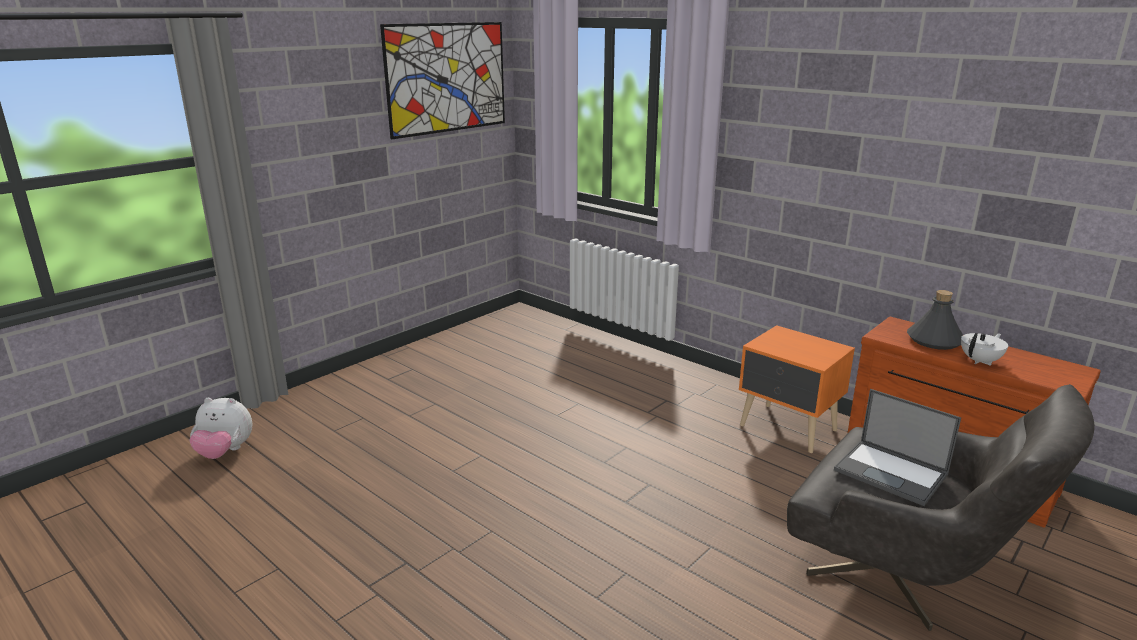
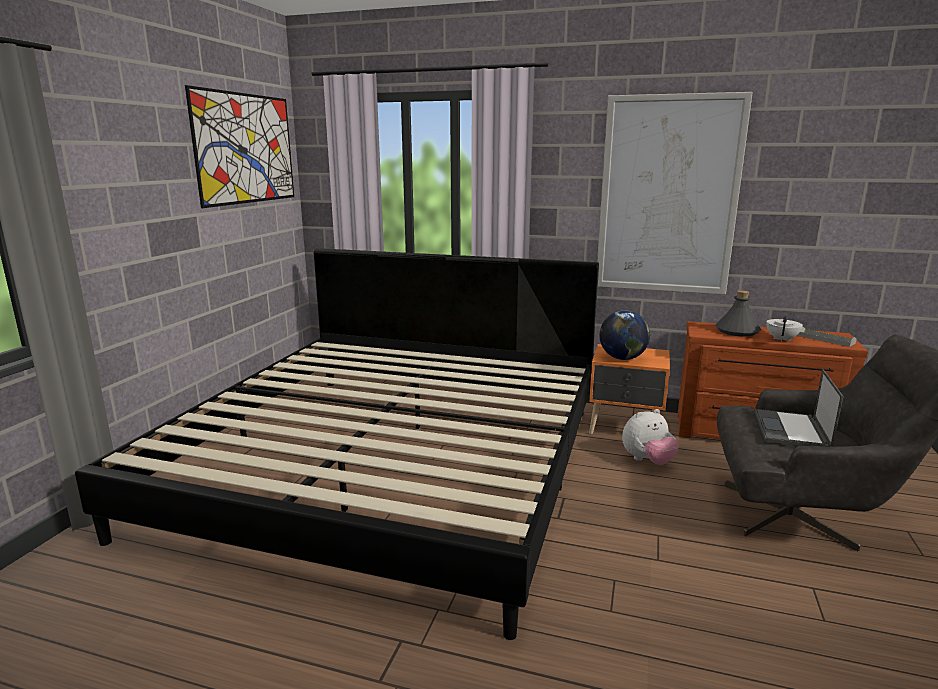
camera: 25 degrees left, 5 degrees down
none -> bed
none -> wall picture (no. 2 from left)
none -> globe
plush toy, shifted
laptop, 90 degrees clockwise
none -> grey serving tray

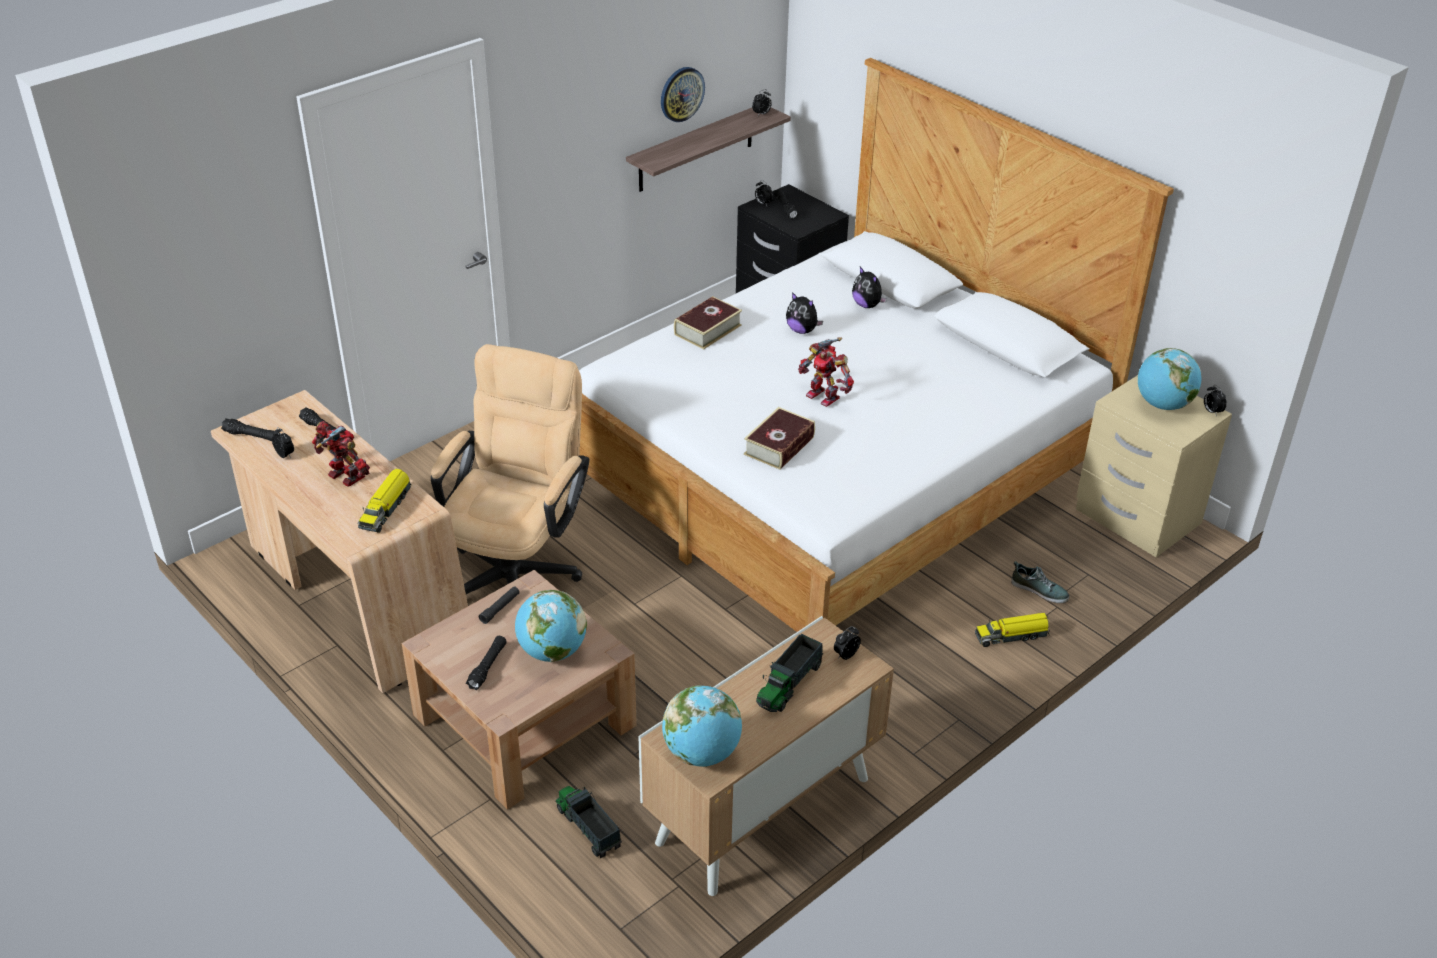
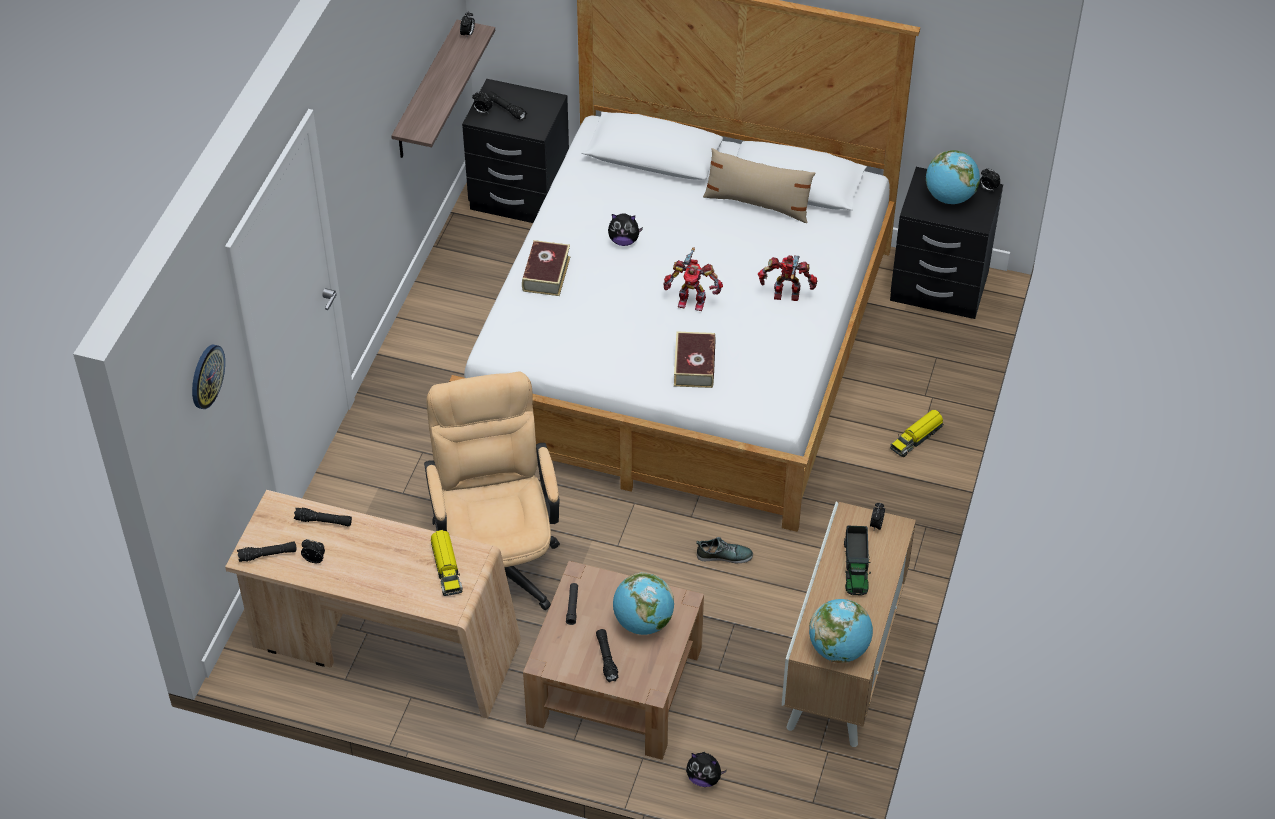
camera: 30 degrees left, 10 degrees up
hanging clock, shifted
plush toy (no. 2 from left), shifted
shoe, shifted
none -> beige-coloured pillow
robot figure (no. 1 from left in the first image) -> robot figure (no. 2 from left), shifted
beige-coloured nightstand -> black nightstand (no. 2 from left)
toy lorry (no. 2 from left) -> none

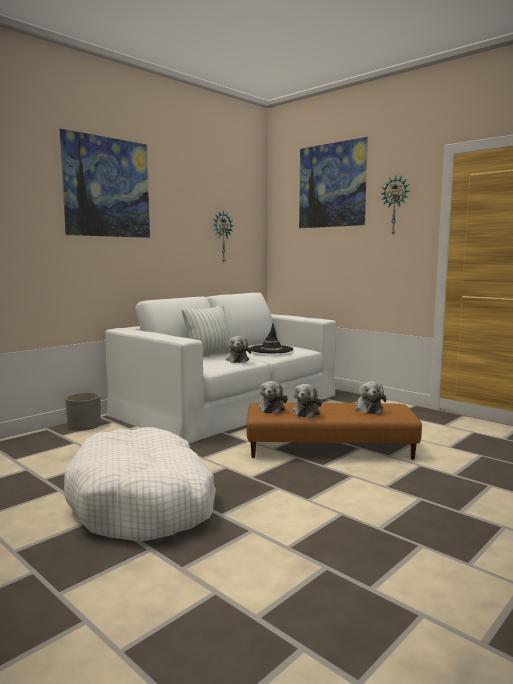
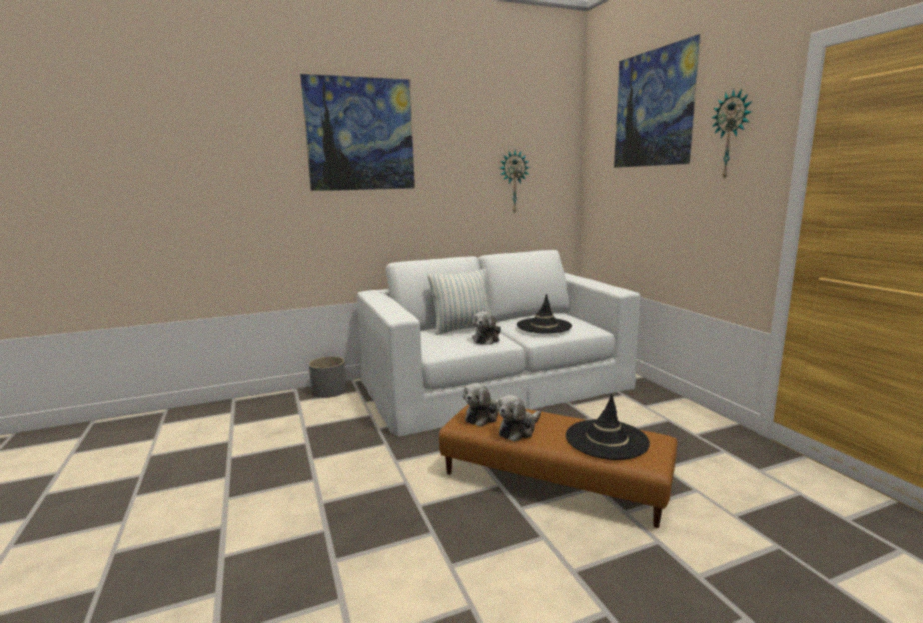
camera: 25 degrees right, 5 degrees up
plush toy (no. 4 from left) -> black clothing hat (no. 2 from left)
whitish dog cushion -> none

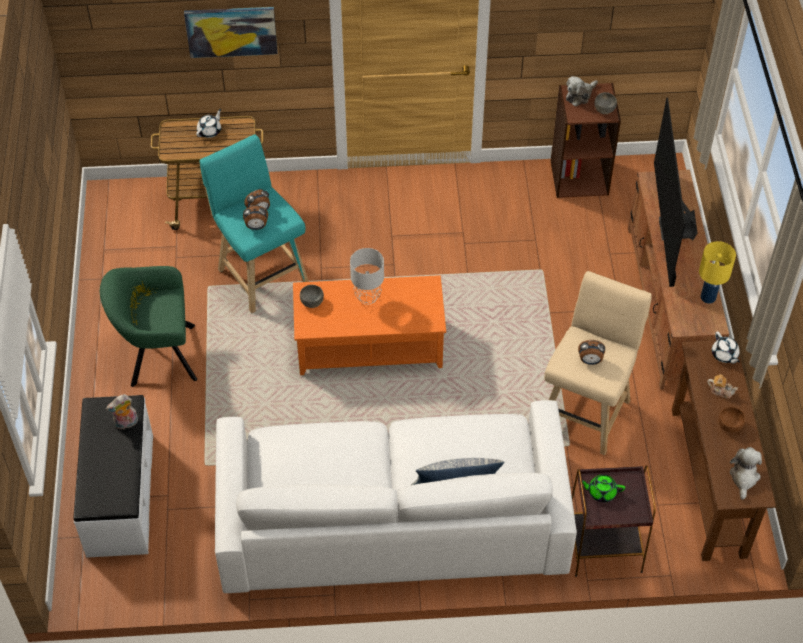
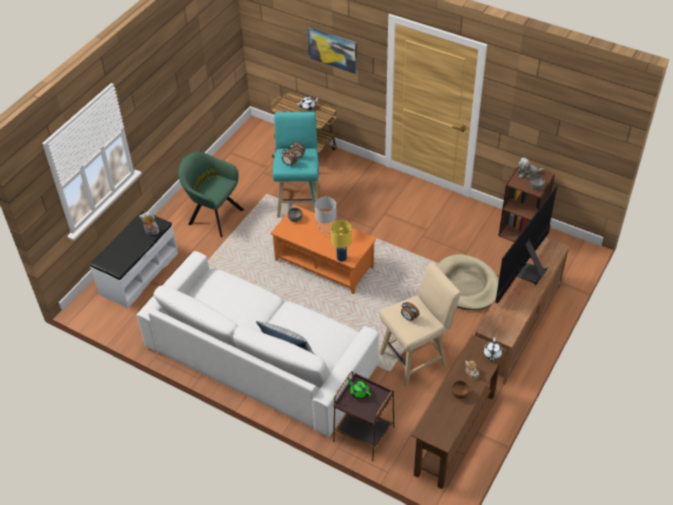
camera: 35 degrees right, 5 degrees down
yellow-coloured tabletop lamp, shifted
none -> beige-coloured dog cushion
plush toy (no. 3 from left) -> none

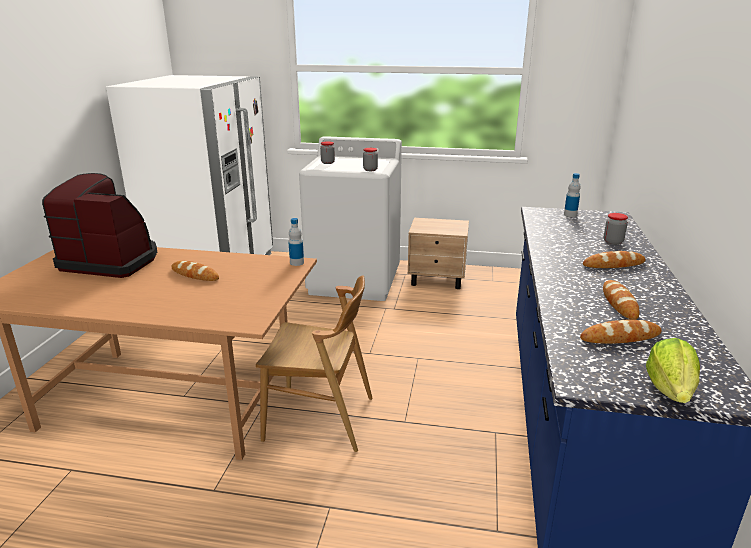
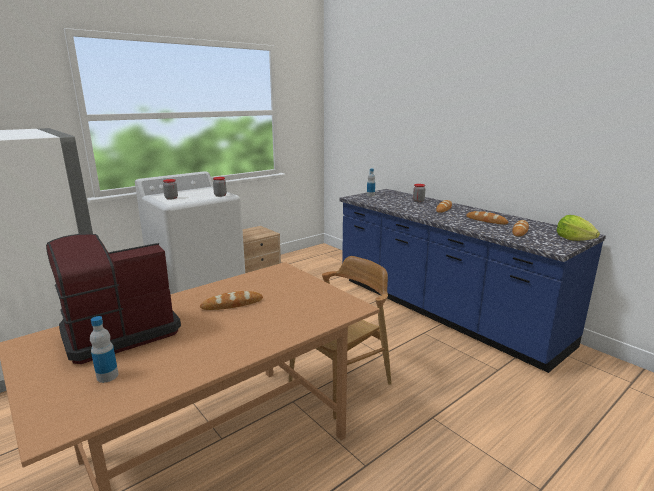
camera: 50 degrees left, 5 degrees down
bottle (no. 1 from left), shifted

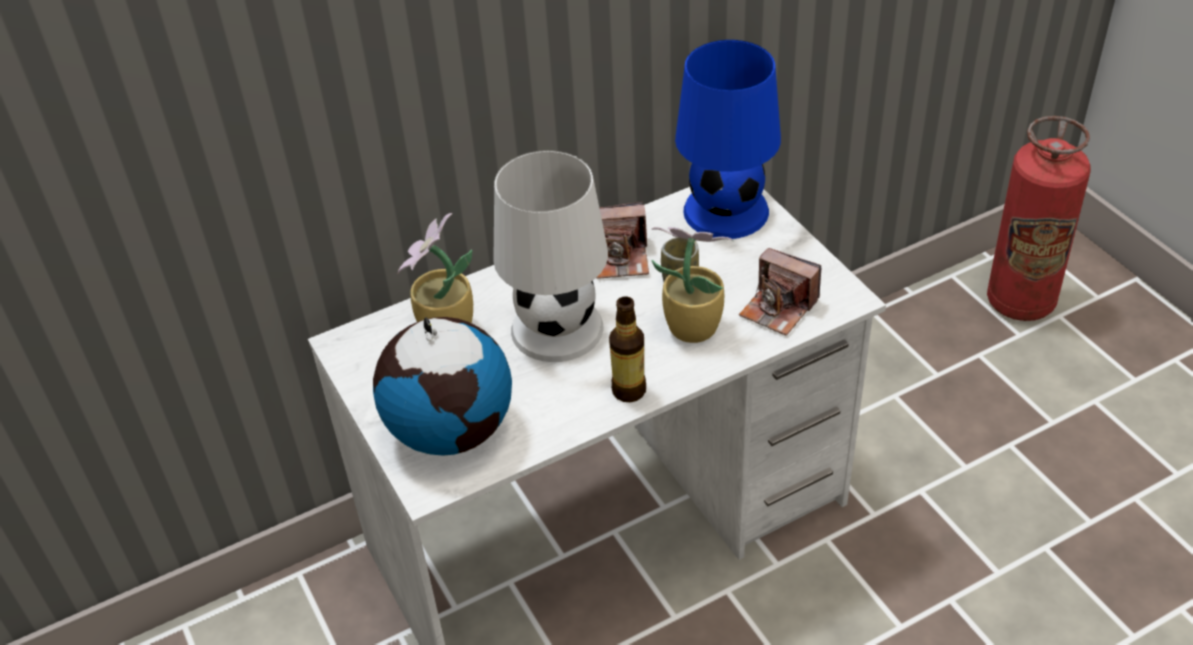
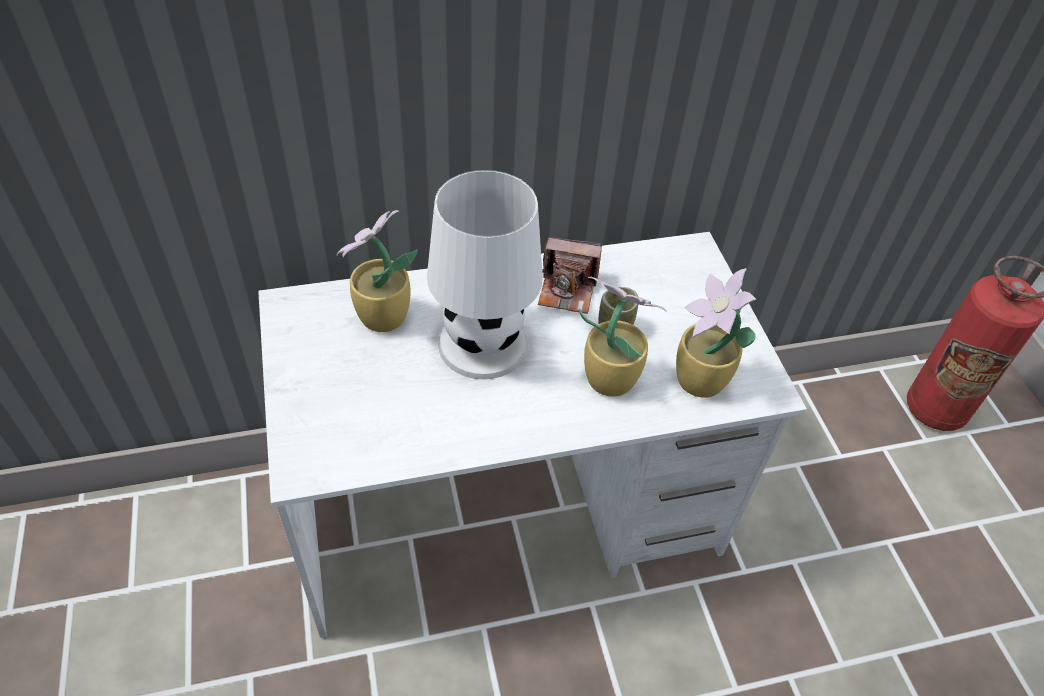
camera: 10 degrees right, 5 degrees up
photo camera (no. 2 from left) -> plant in a pot (no. 3 from left)
globe -> none
bottle -> none
blue-coloured tabletop lamp -> none

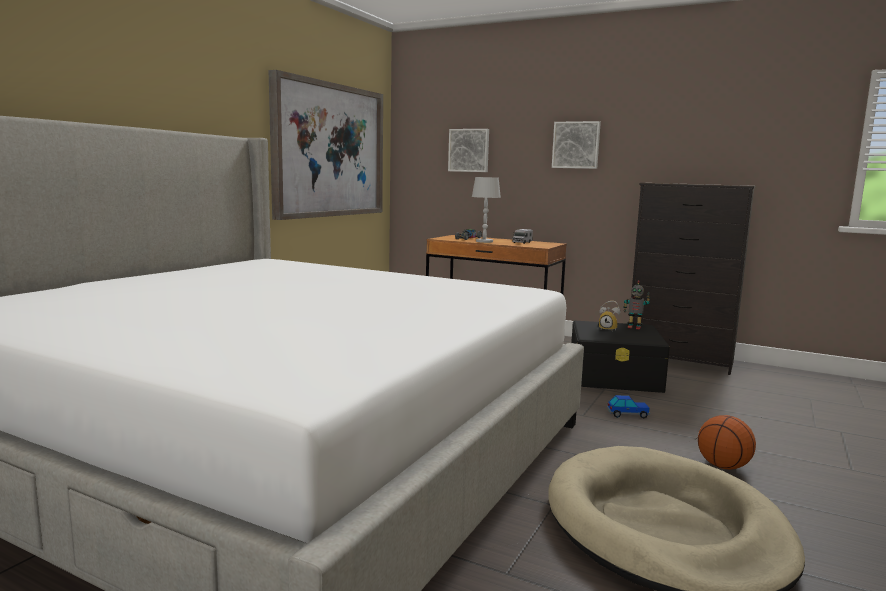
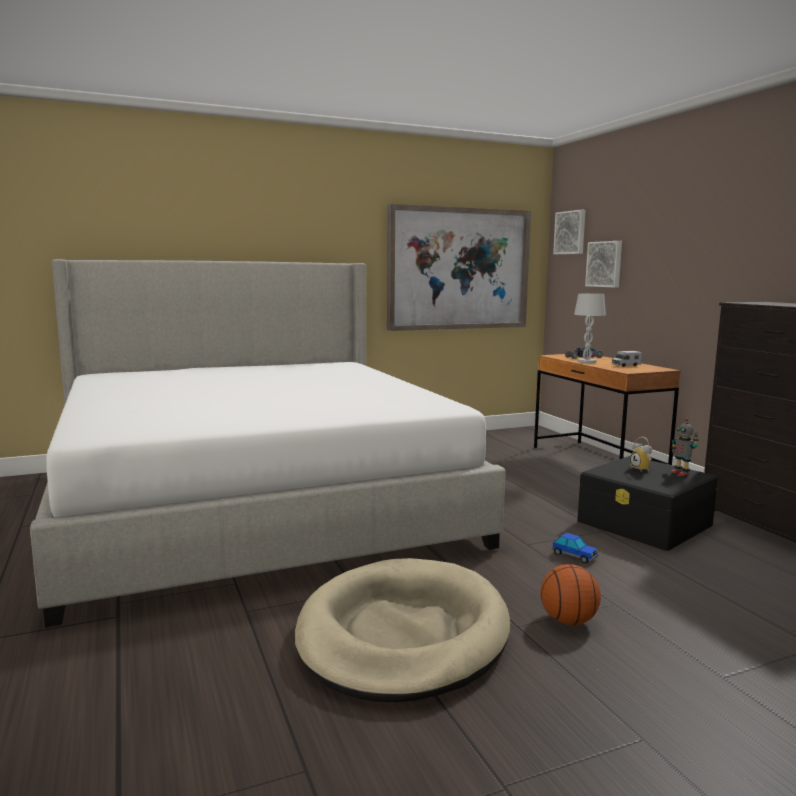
camera: 40 degrees right, 0 degrees up
wall picture (no. 3 from left in the first image) -> wall picture (no. 2 from left), shifted

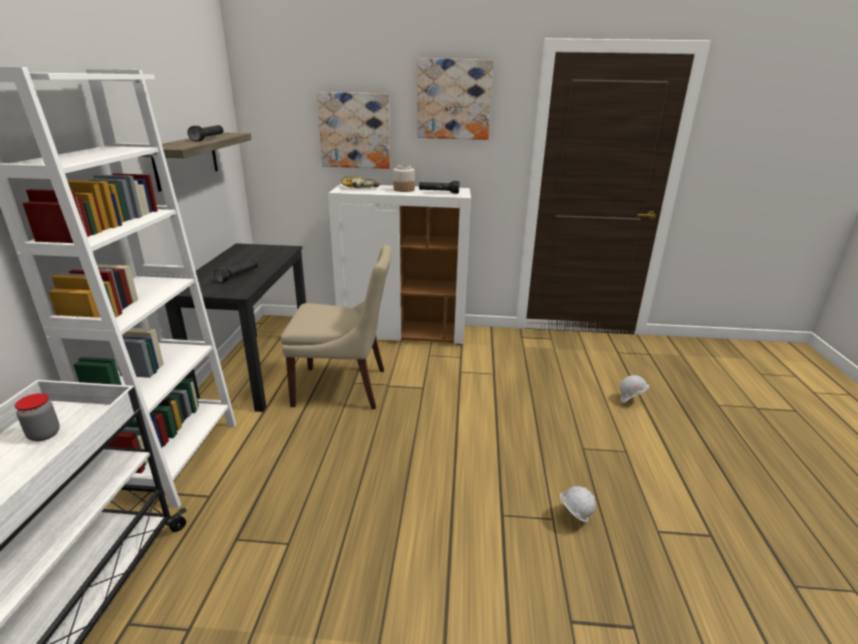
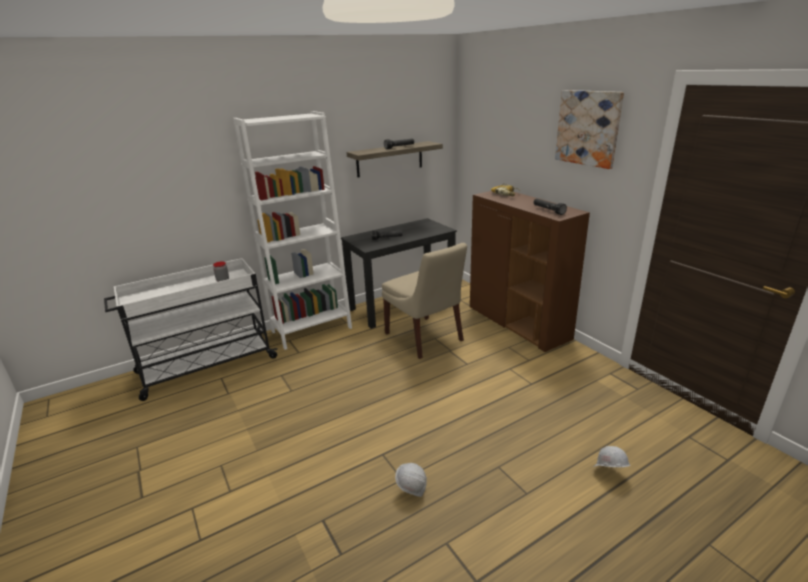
camera: 55 degrees right, 0 degrees up
whitish cabinet -> brown-coloured cabinet
wall picture (no. 1 from left) -> none
storage jar (no. 2 from left) -> none

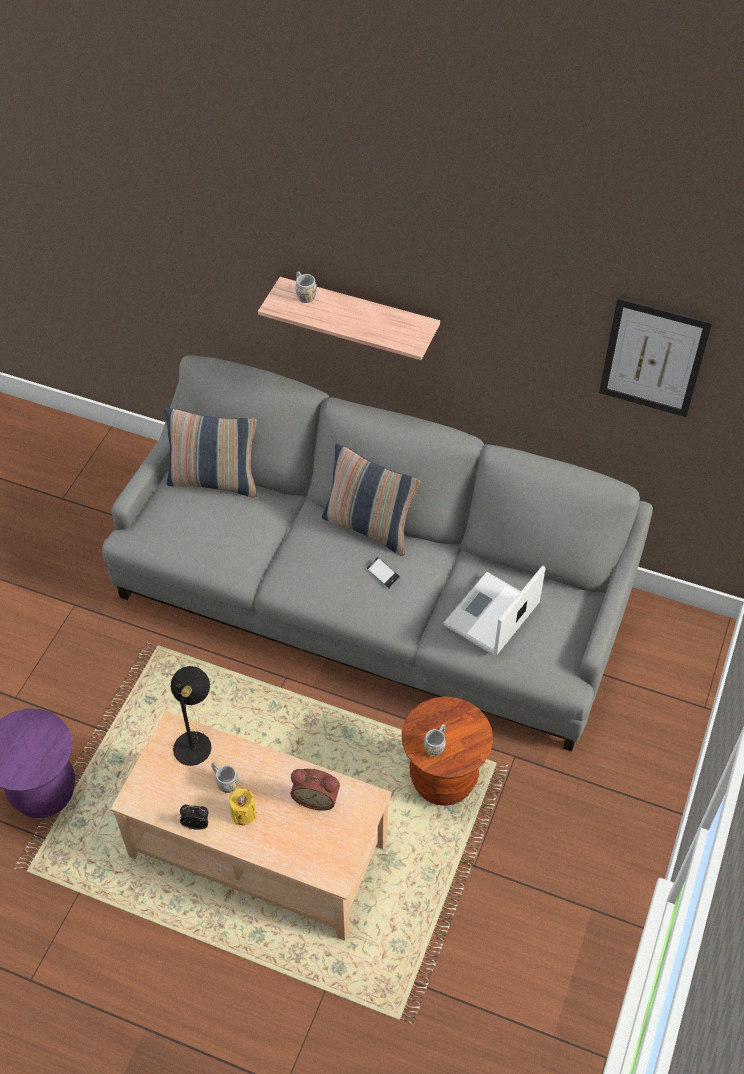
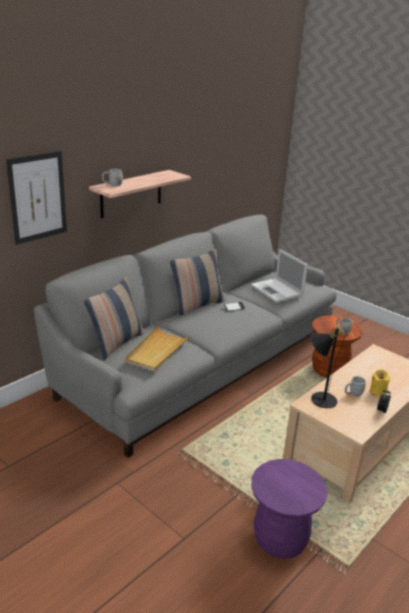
camera: 70 degrees left, 25 degrees down
wall picture, shifted
none -> beige-coloured serving tray
table clock (no. 2 from left) -> none

